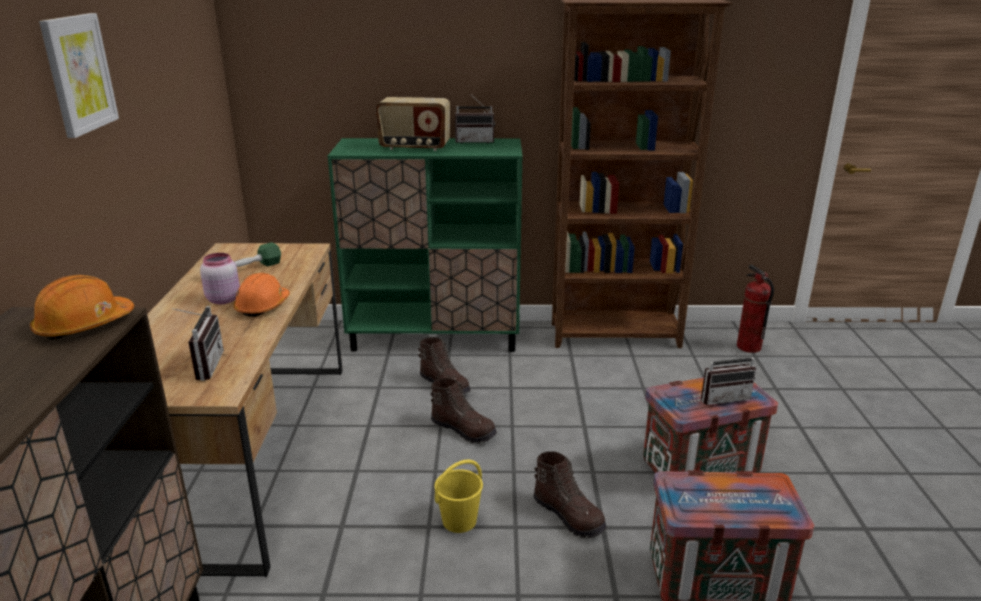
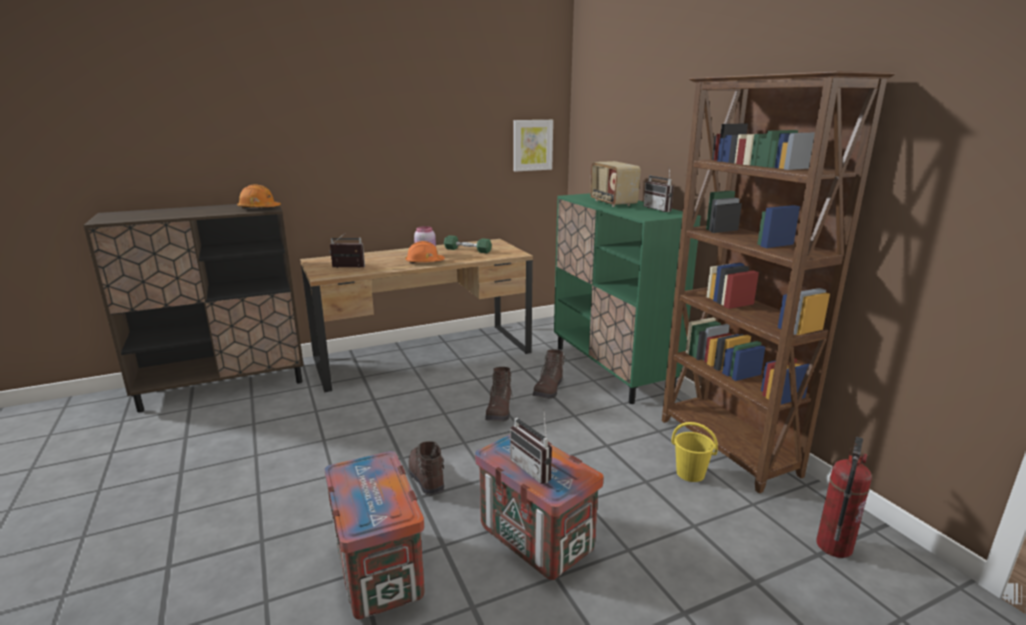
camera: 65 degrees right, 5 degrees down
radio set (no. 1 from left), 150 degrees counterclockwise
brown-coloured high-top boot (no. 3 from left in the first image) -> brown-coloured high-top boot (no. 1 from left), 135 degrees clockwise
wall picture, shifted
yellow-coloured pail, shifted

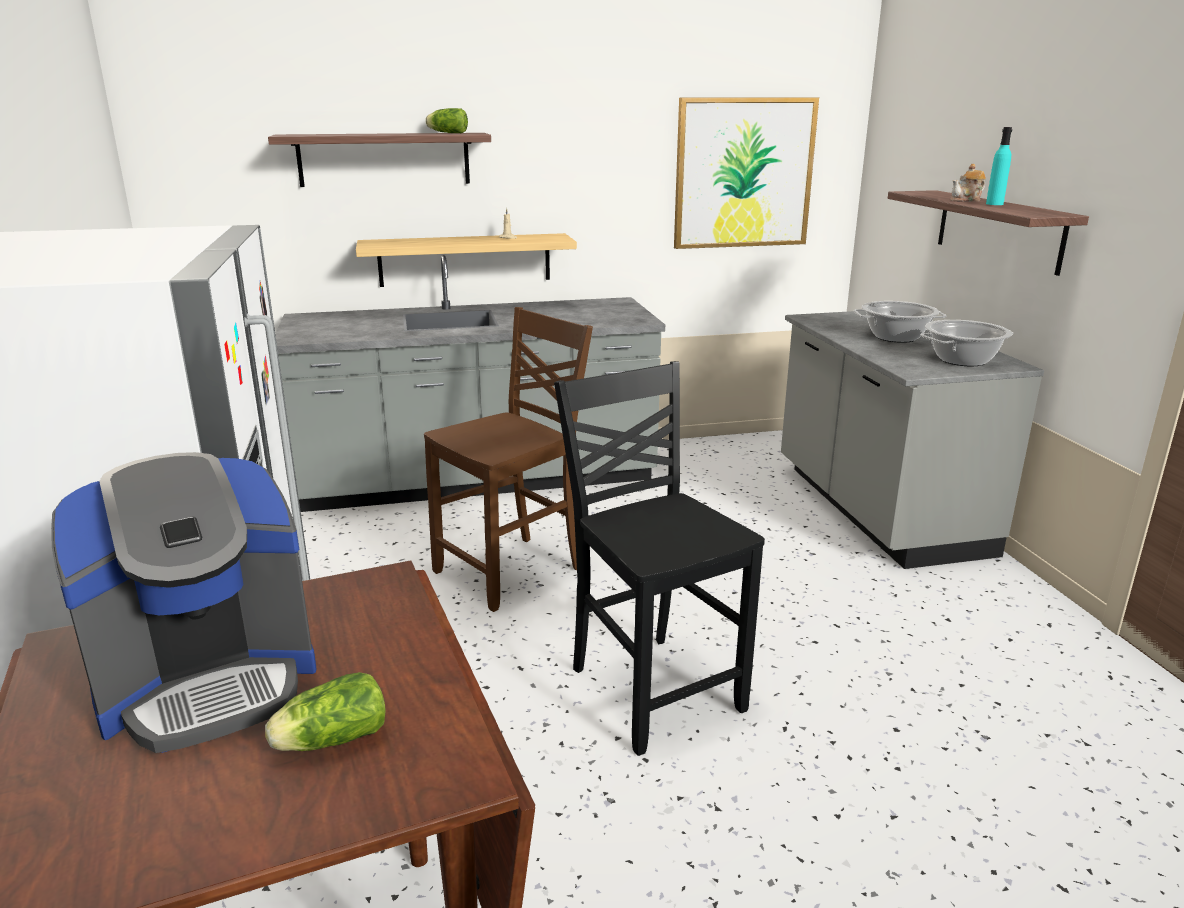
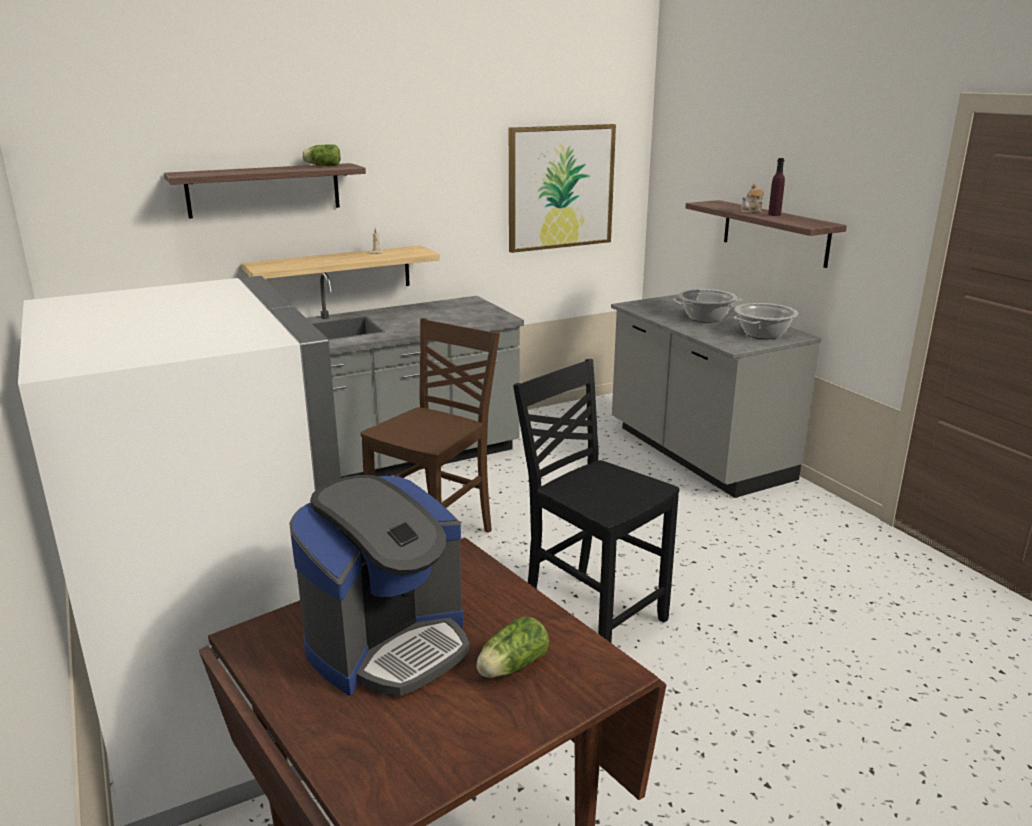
camera: 15 degrees left, 0 degrees up
turquoise bottle -> purple-coloured bottle

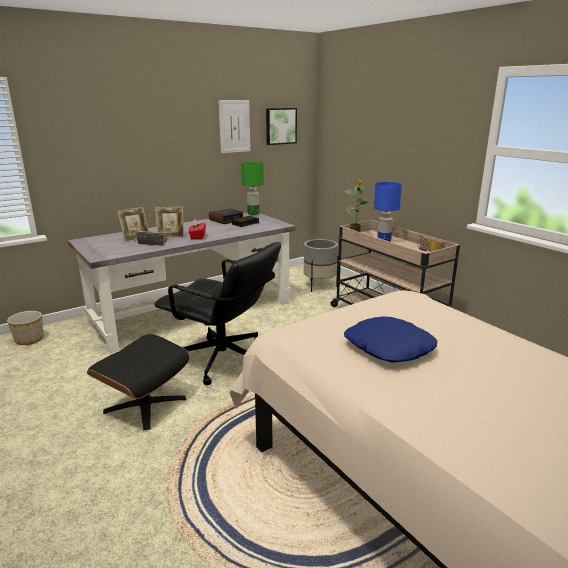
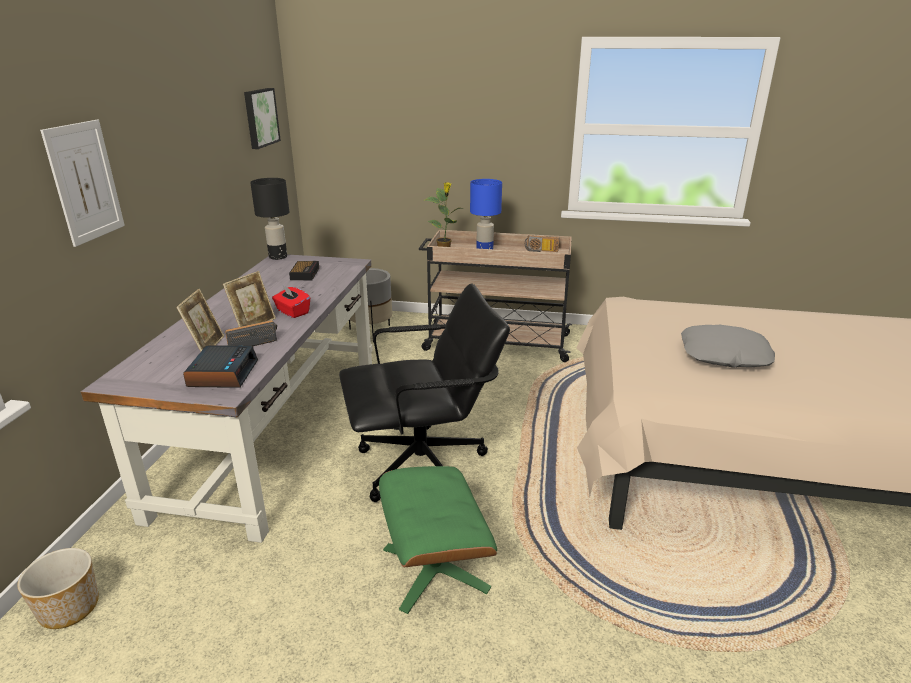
camera: 45 degrees left, 5 degrees up
wall picture (no. 1 from left), shifted
table clock (no. 1 from left), shifted
green tabletop lamp -> black tabletop lamp
black footrest -> green footrest
blue-coloured pillow -> grey pillow

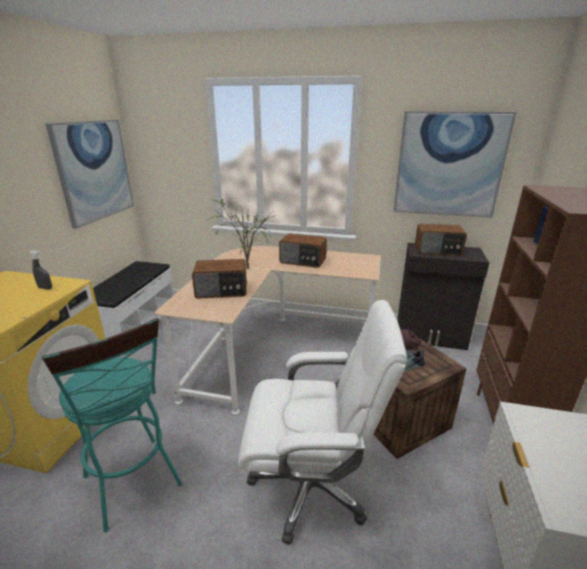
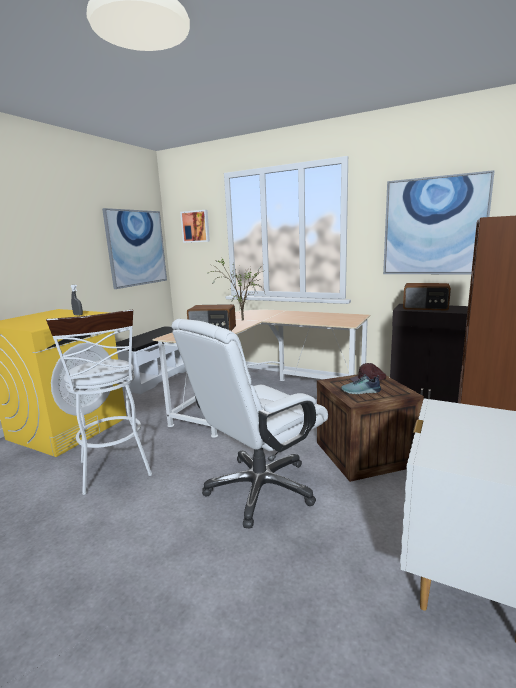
camera: 15 degrees right, 10 degrees down
turquoise stool seat -> whitish stool seat
whitish desk chair, 120 degrees clockwise
none -> wall picture (no. 2 from left)
radio set (no. 2 from left) -> none

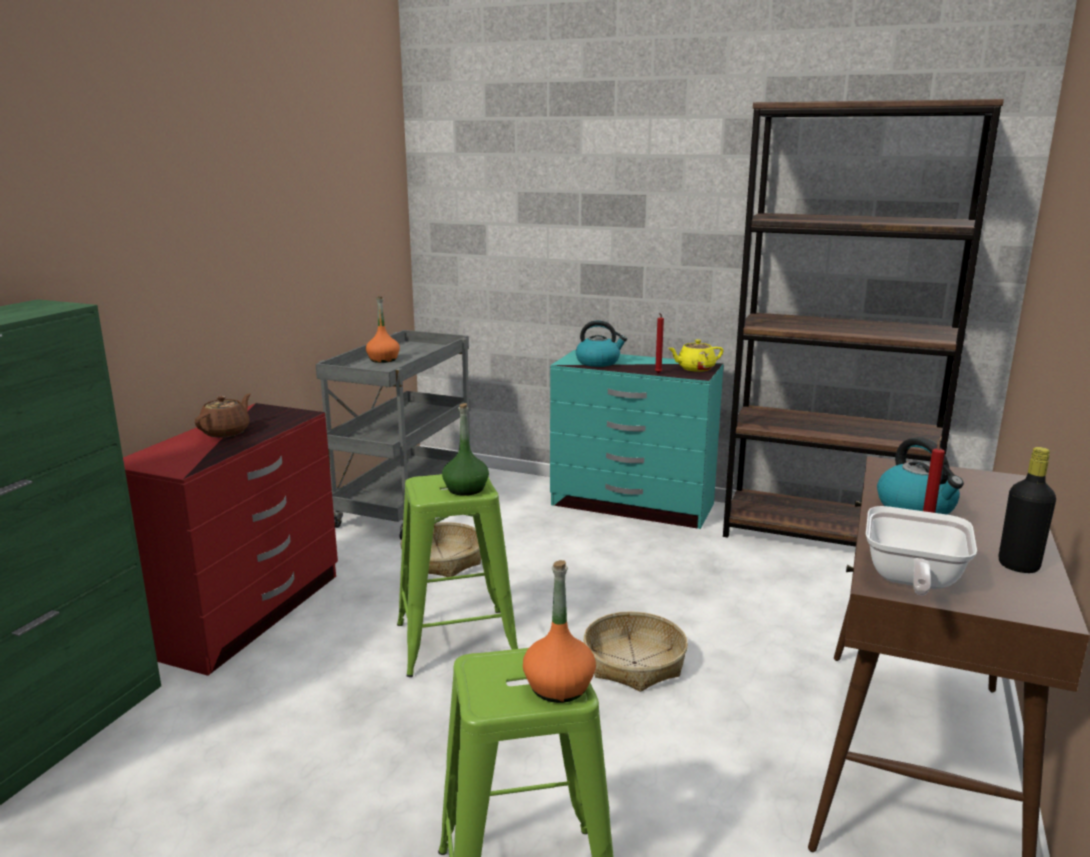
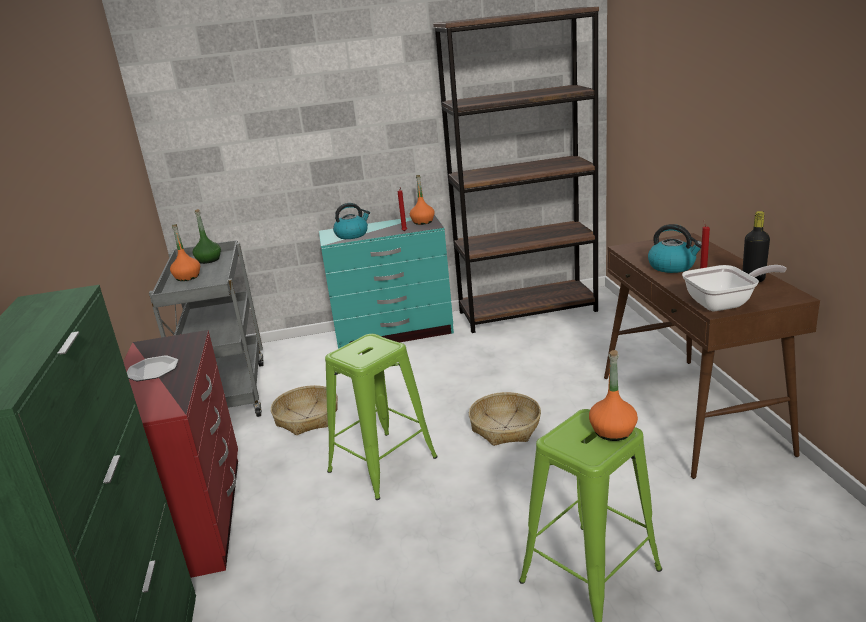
camera: 30 degrees left, 5 degrees up
brown-coloured tea pot -> plate
green bottle, shifted
yellow-coloured tea pot -> orange bottle (no. 2 from left)
skillet, 90 degrees counterclockwise

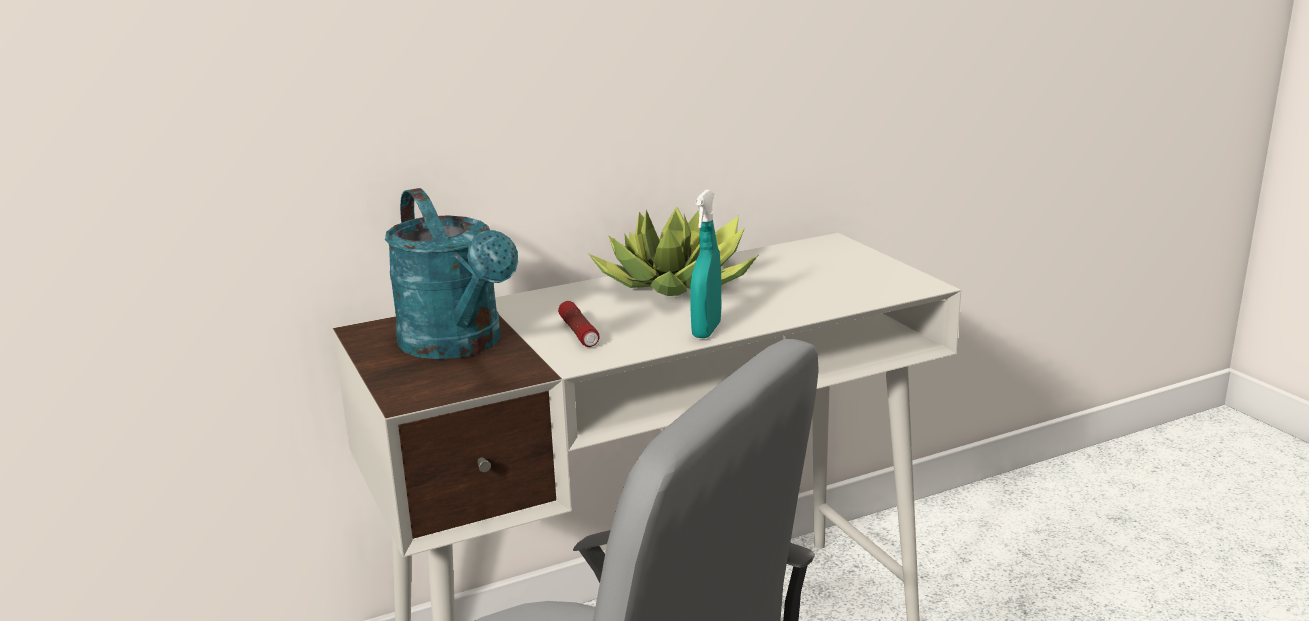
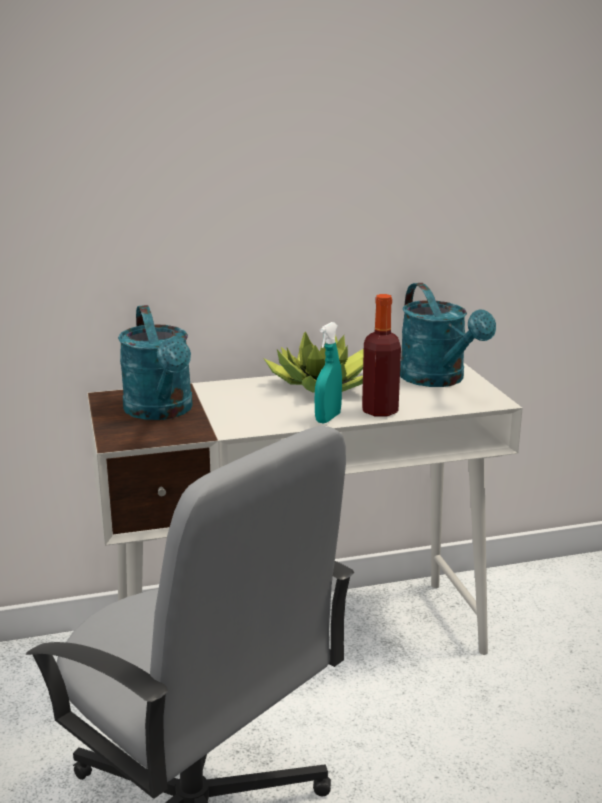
camera: 10 degrees right, 0 degrees up
none -> bottle
none -> turquoise watering pot (no. 2 from left)
hand torch -> none

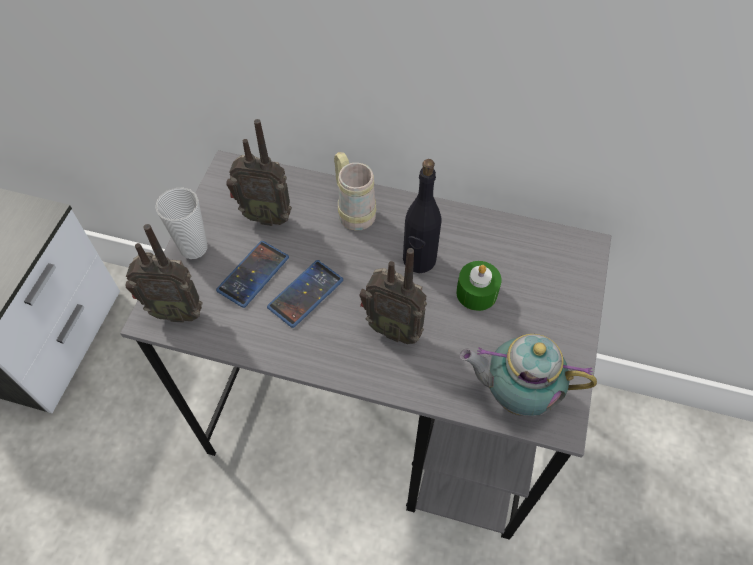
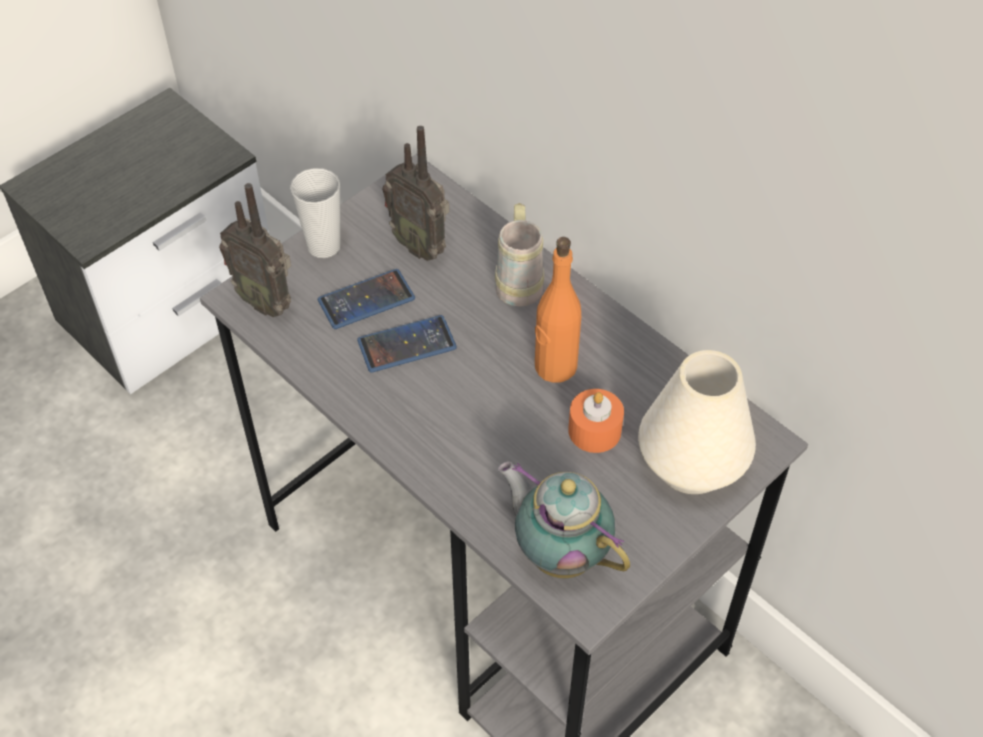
camera: 30 degrees right, 5 degrees down
black bottle -> orange bottle
green wax light -> orange wax light
none -> whitish decorative vase
radio set (no. 3 from left) -> none

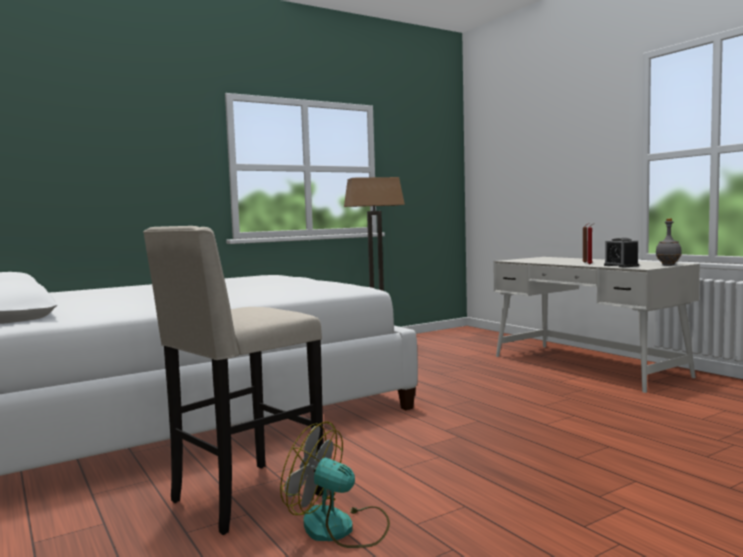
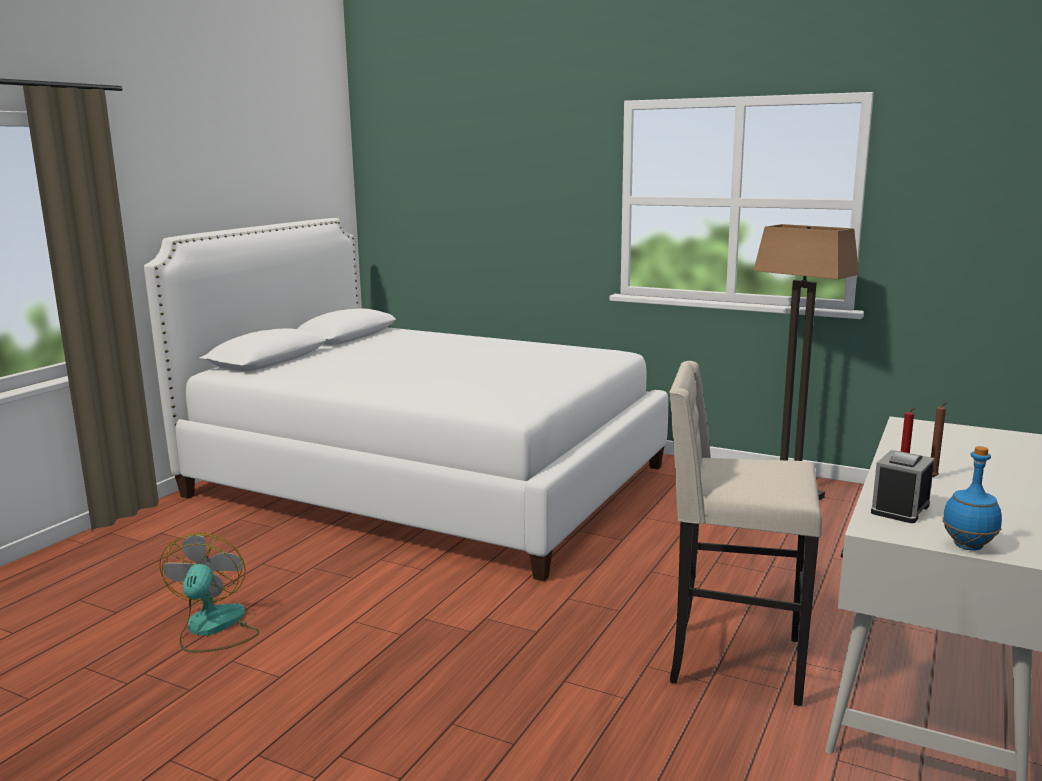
camera: 60 degrees right, 10 degrees up
beige-coloured stool seat, shifted
grey bottle -> blue-coloured bottle

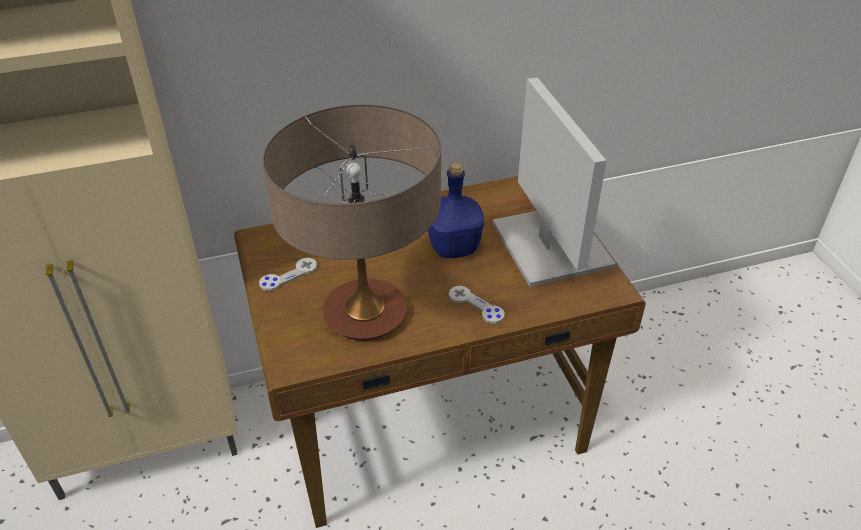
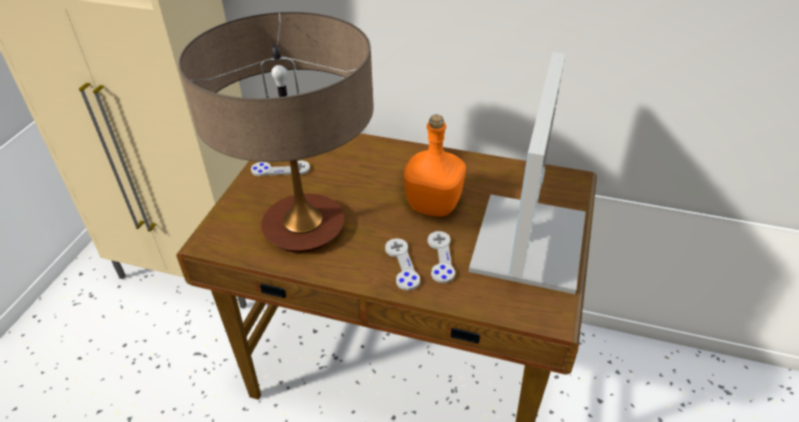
camera: 35 degrees right, 0 degrees up
blue-coloured bottle -> orange bottle
none -> grey gamepad (no. 3 from left)

